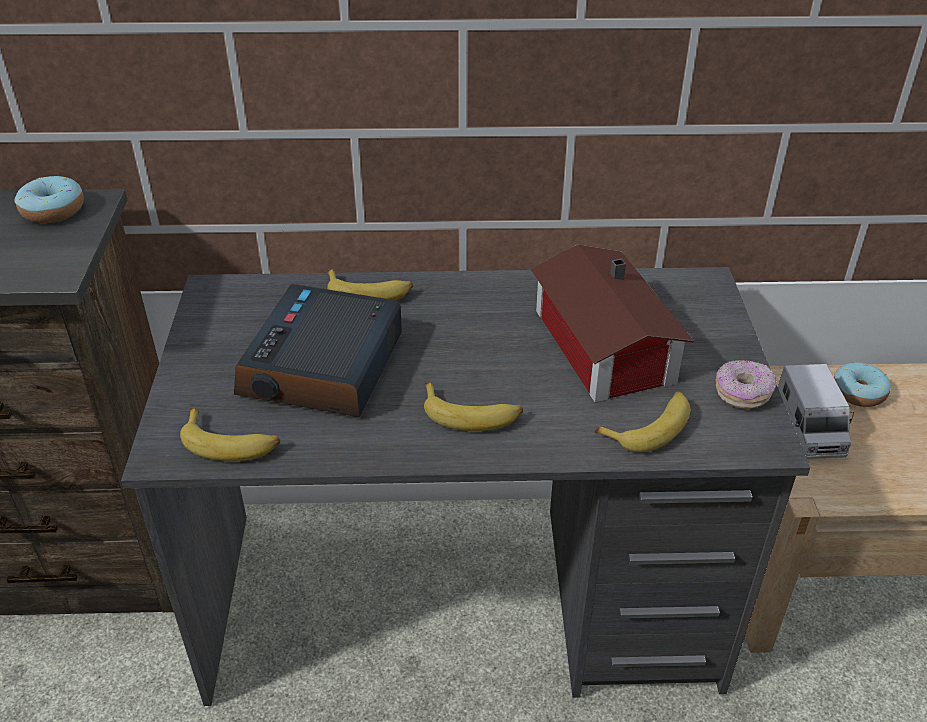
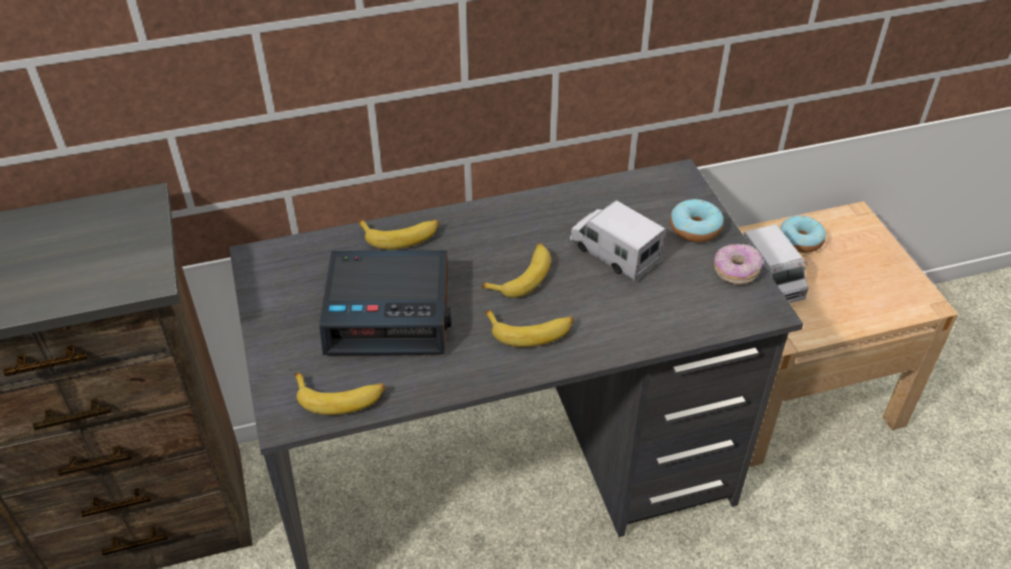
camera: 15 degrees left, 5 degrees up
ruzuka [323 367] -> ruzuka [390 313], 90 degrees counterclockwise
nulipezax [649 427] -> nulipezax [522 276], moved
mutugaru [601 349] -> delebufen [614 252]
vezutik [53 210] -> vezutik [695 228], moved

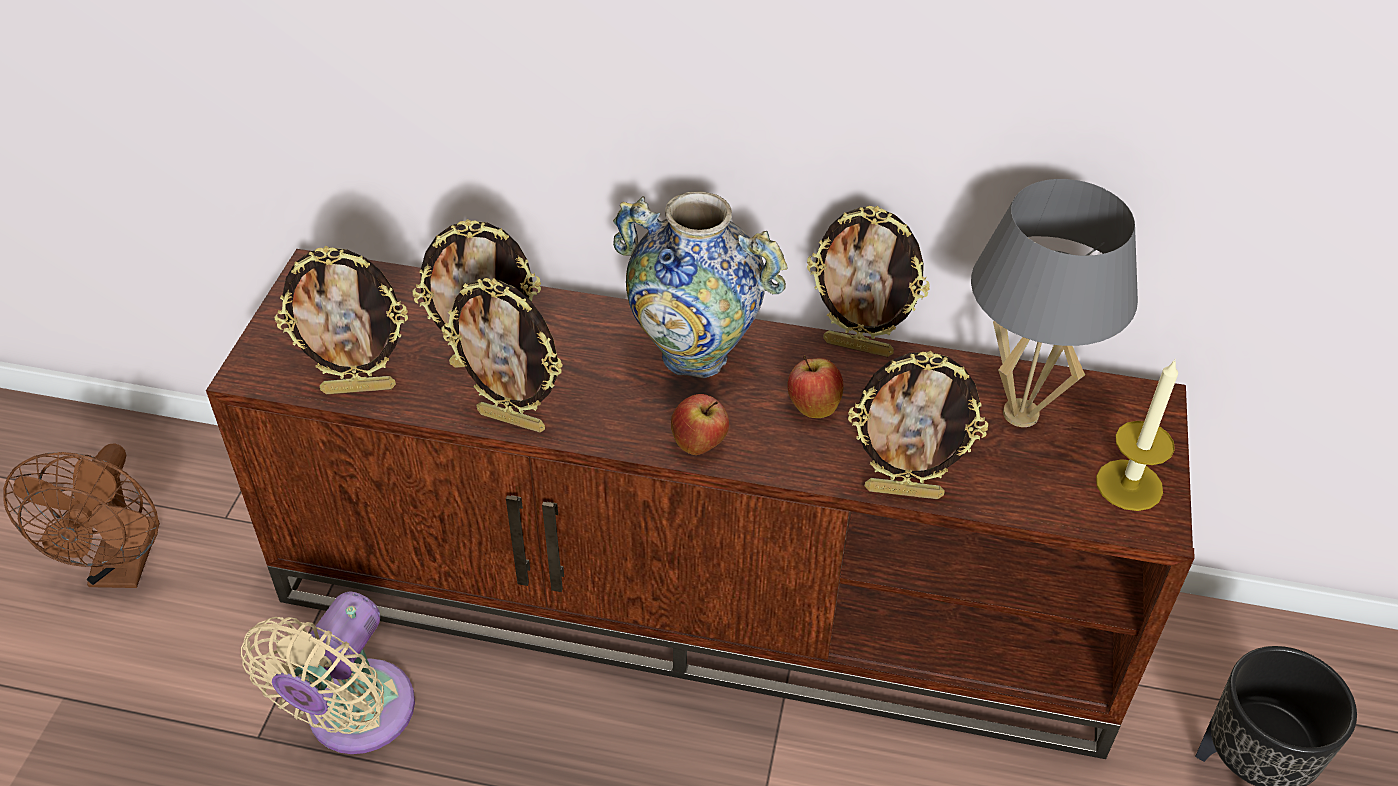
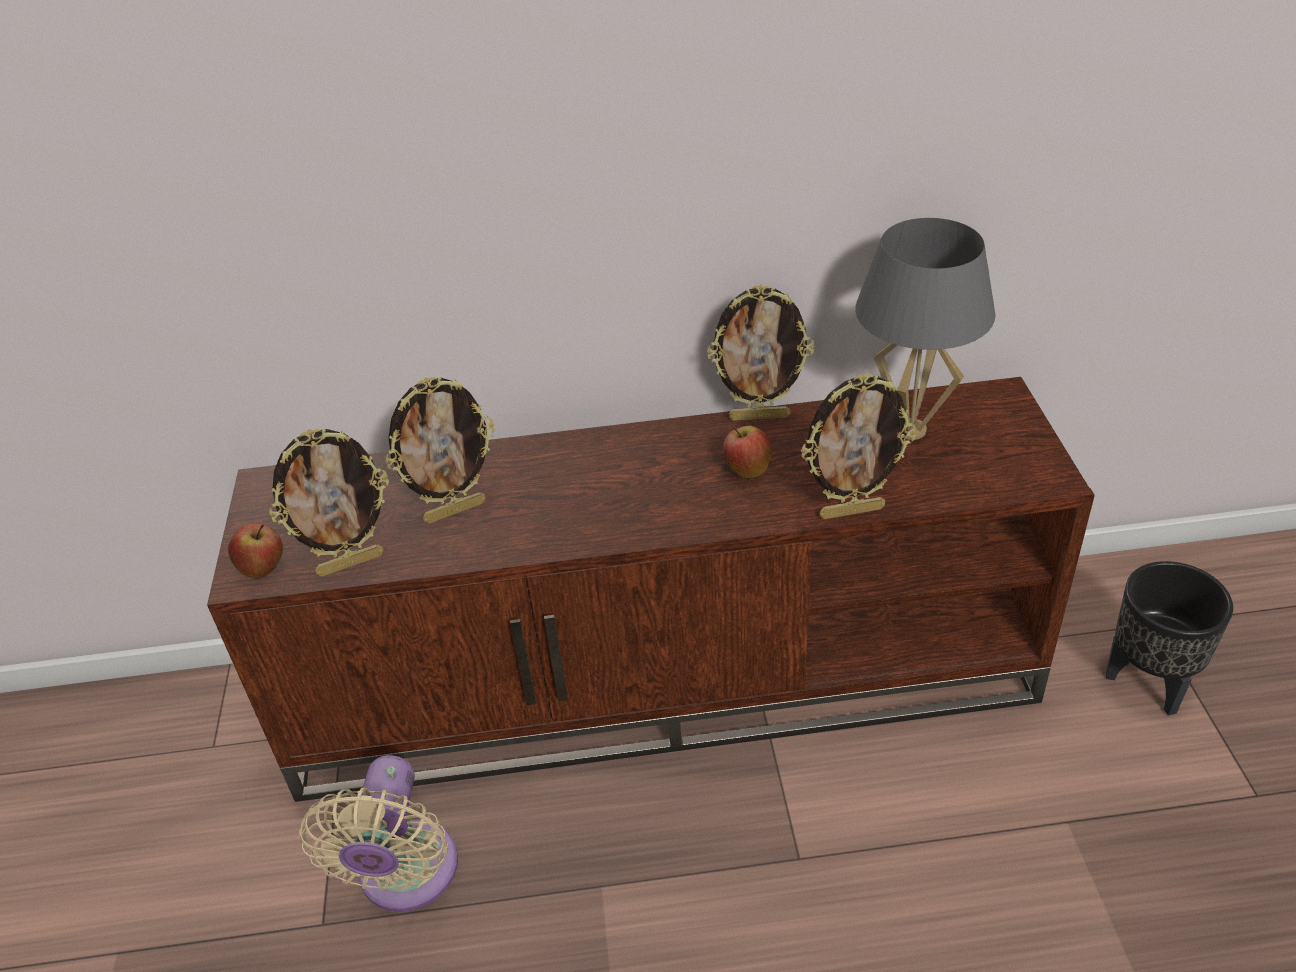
camera: 15 degrees left, 5 degrees down
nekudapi [700 444] -> nekudapi [264 569], moved
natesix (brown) [122 568] -> none
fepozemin [513 420] -> none
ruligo [695 355] -> none
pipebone [1129 485] -> none

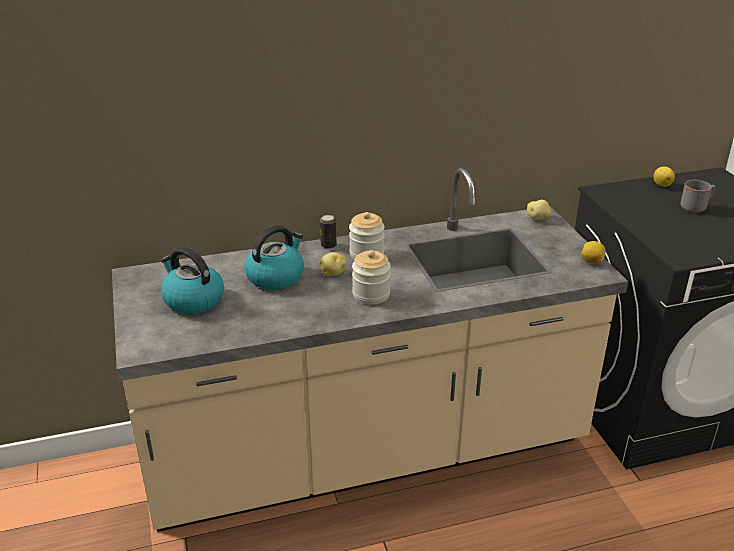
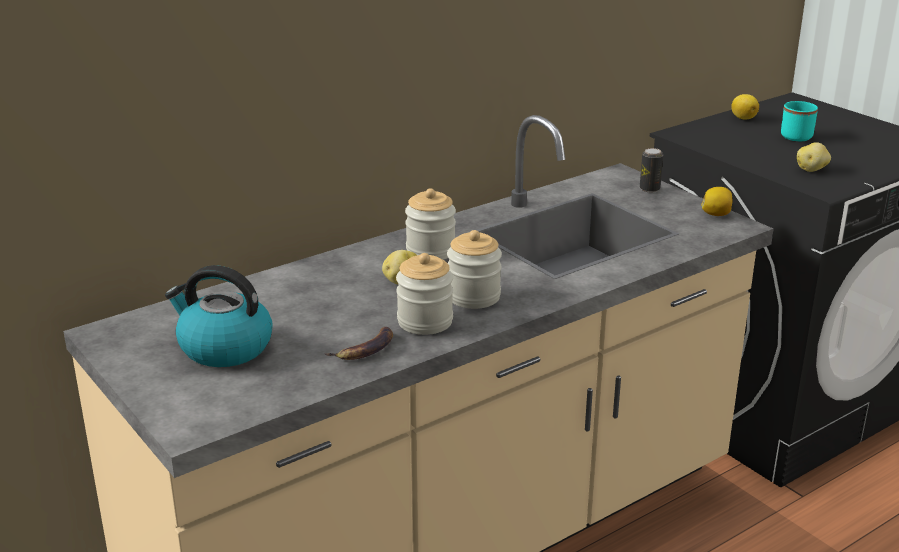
camera: 20 degrees left, 5 degrees down
none -> nulipezax [365 349]
none -> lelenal [425 322]
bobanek [328 245] -> bobanek [649 189], moved
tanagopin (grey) [696 207] -> tanagopin (turquoise) [799 135]
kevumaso [538 218] -> kevumaso [811 170], moved
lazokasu [275 276] -> none

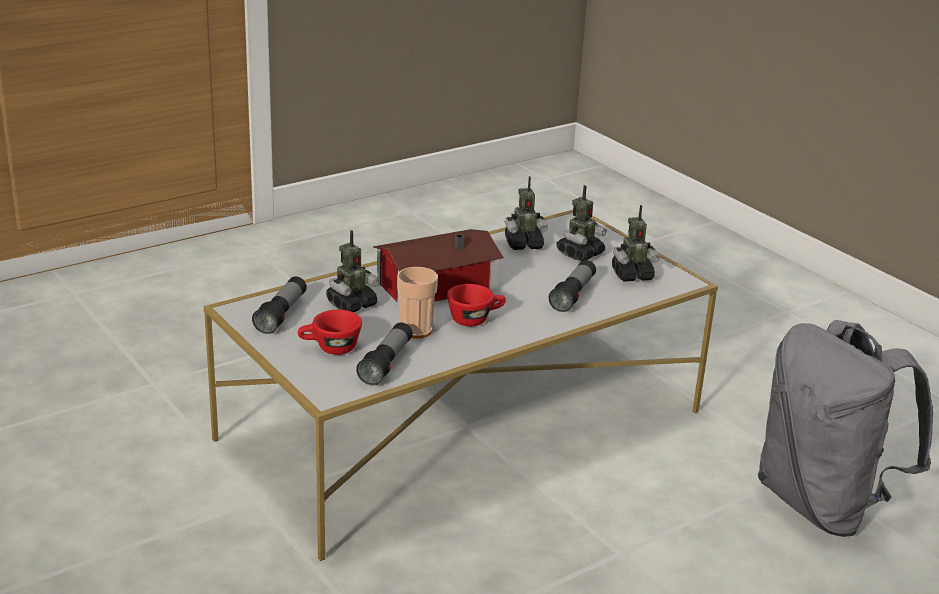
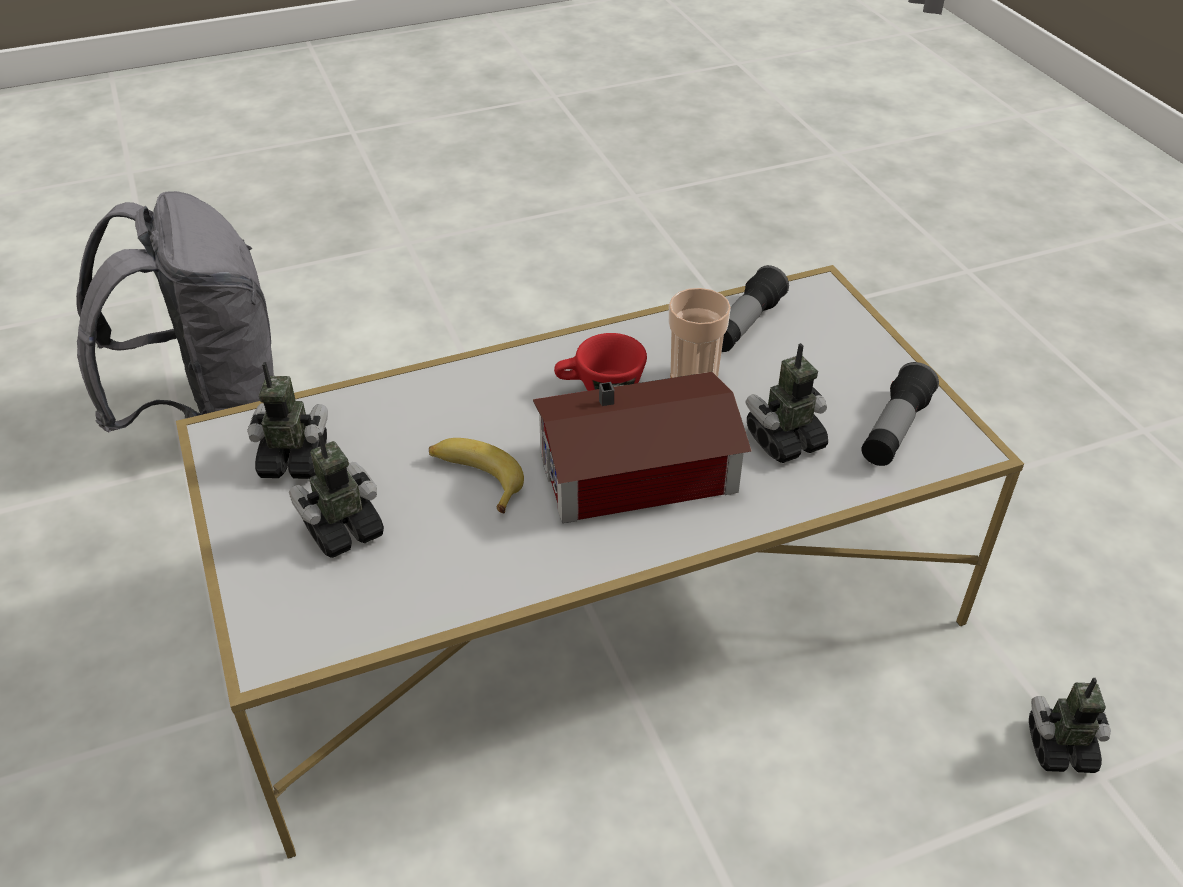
camera: 165 degrees left, 15 degrees up
none -> nulipezax [475 478]
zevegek [523 244] -> zevegek [1060 748], moved
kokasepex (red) [330 348] -> none
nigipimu [573 295] -> none

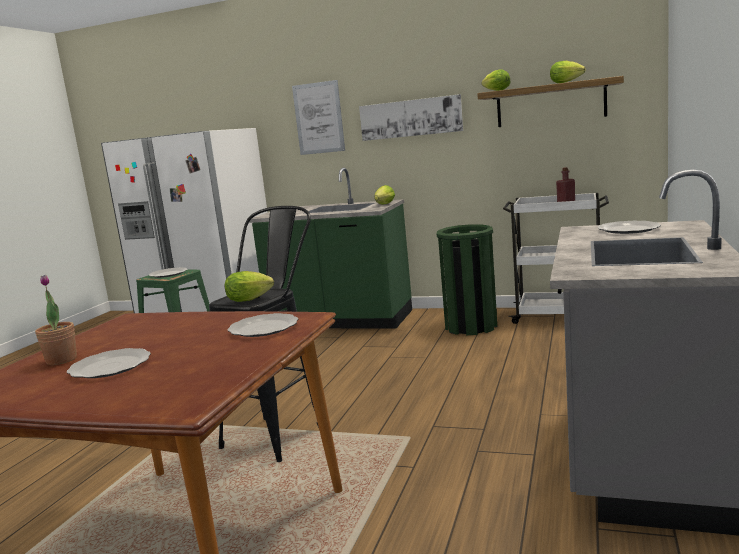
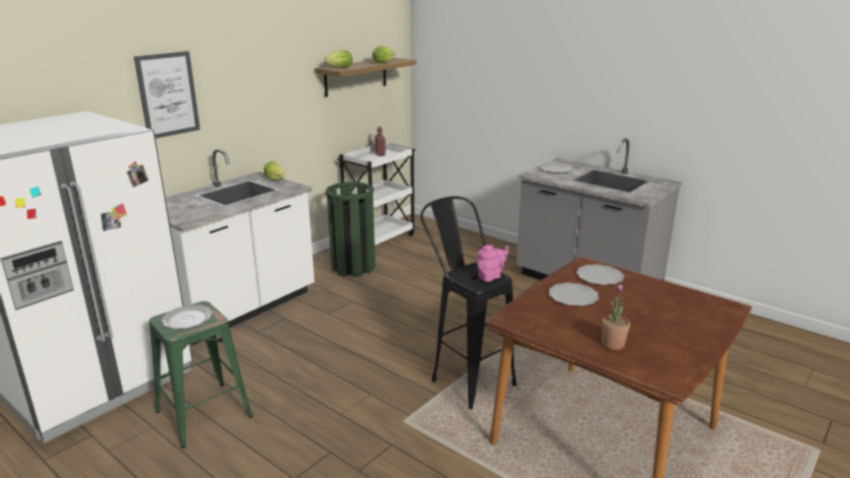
camera: 70 degrees left, 10 degrees up
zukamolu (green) [340 321] -> zukamolu (white) [240 309]
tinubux [251 299] -> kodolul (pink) [491 276]
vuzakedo [111 366] -> vuzakedo [572 296], moved
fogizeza [410 118] -> none

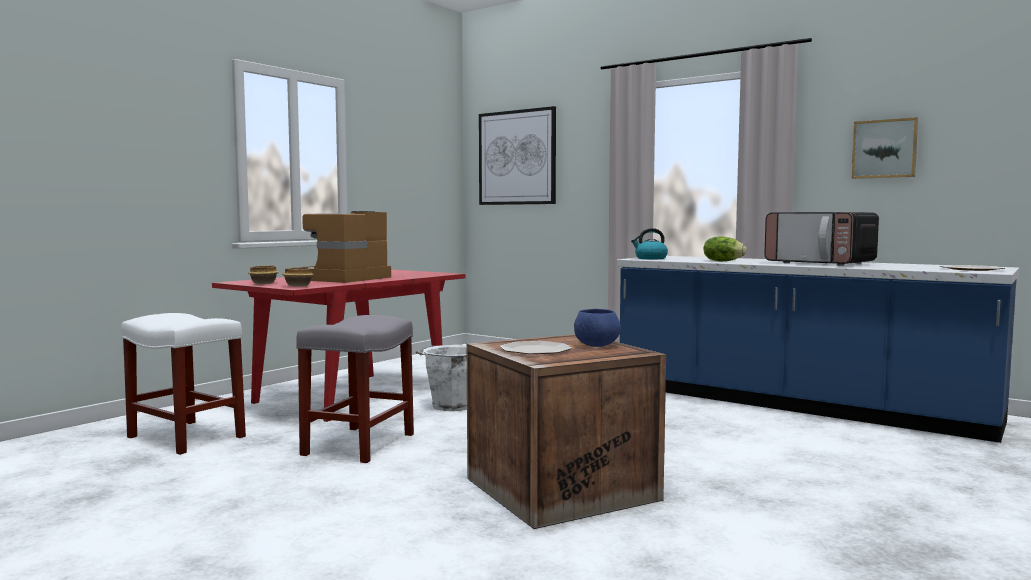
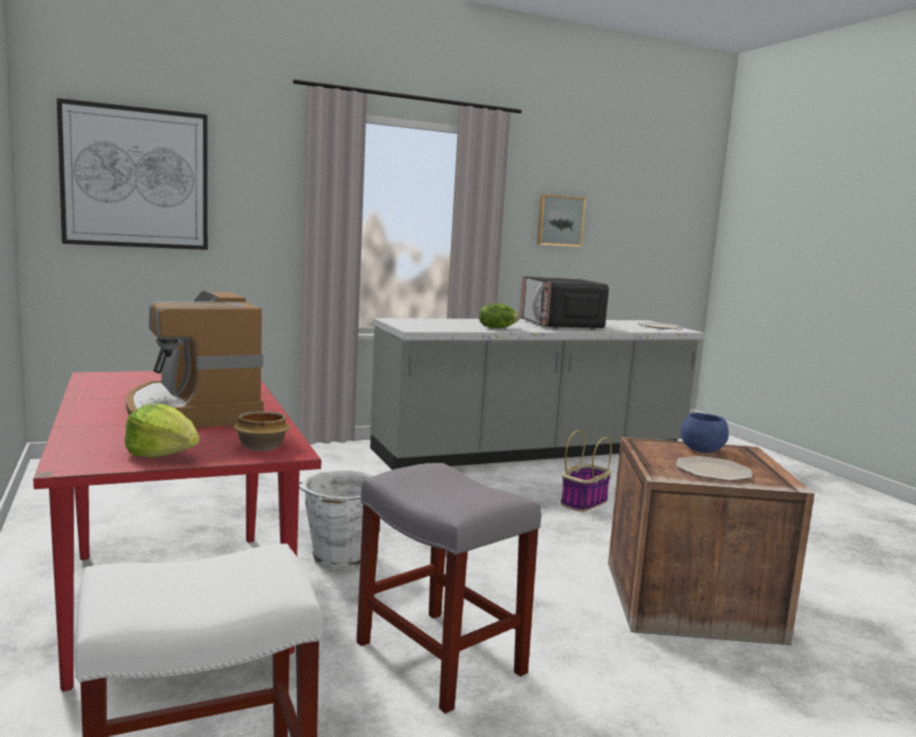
camera: 60 degrees left, 5 degrees up
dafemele [264 283] -> tinubux [163 454]
zukamolu (blue) [795 404] -> zukamolu (grey) [533 451]
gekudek [821 263] -> gekudek [560 325], 90 degrees clockwise
none -> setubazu [584 502]
lazokasu [650 258] -> none

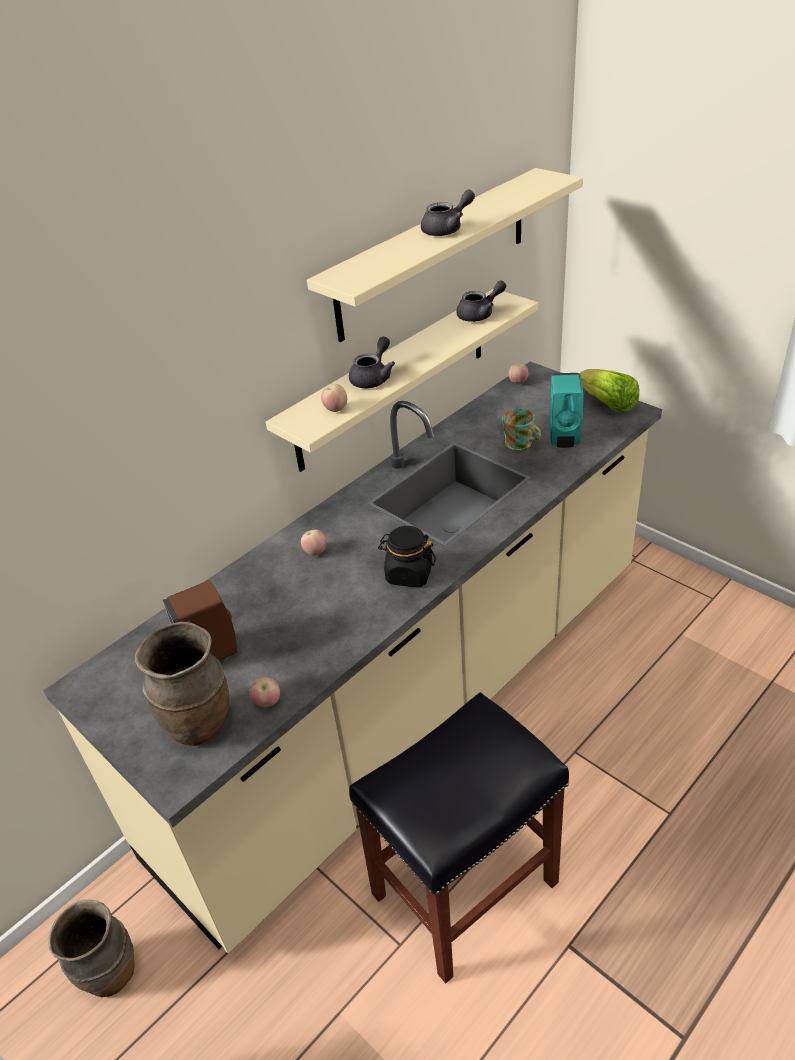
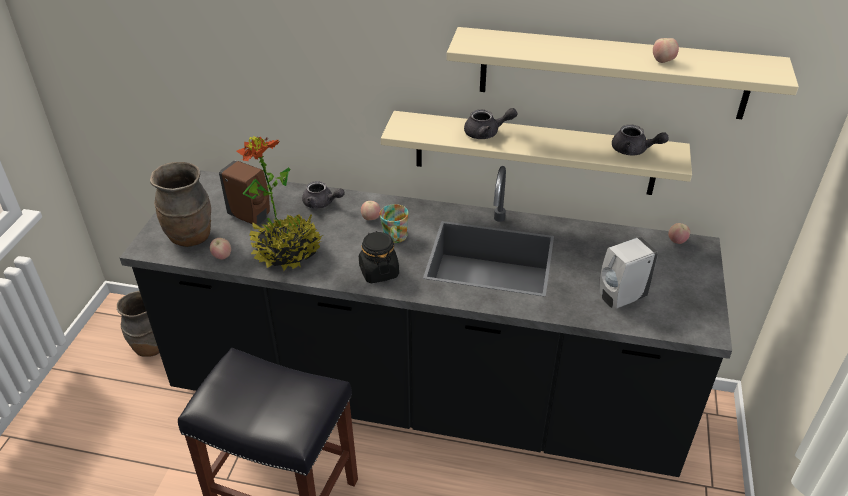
camera: 55 degrees right, 0 degrees up
zukamolu (beige) [415 705] -> zukamolu (black) [424 398]
none -> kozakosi [287 252]
kodolul (grey) [447 229] -> kodolul (grey) [322 203], moved
tanagopin [521 444] -> tanagopin [394 238], moved
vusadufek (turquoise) [564 438] -> vusadufek (white) [619 298]
nekudapi [336 409] -> nekudapi [663 61], moved
tinubux [608 405] -> none

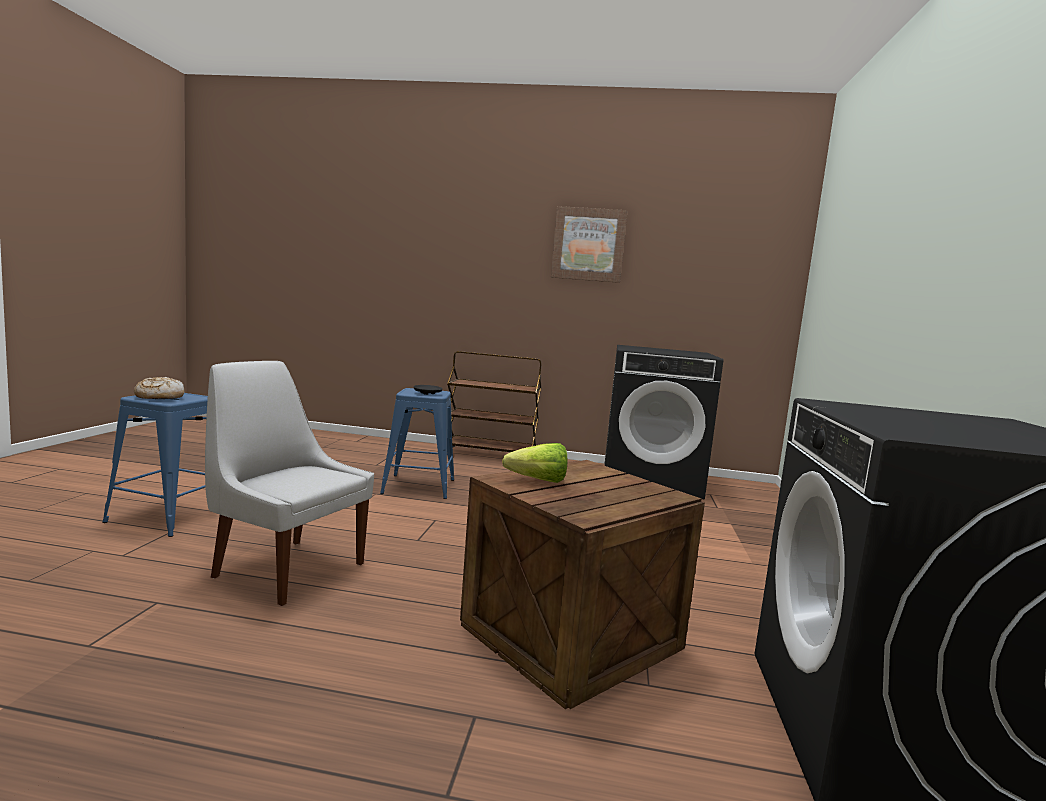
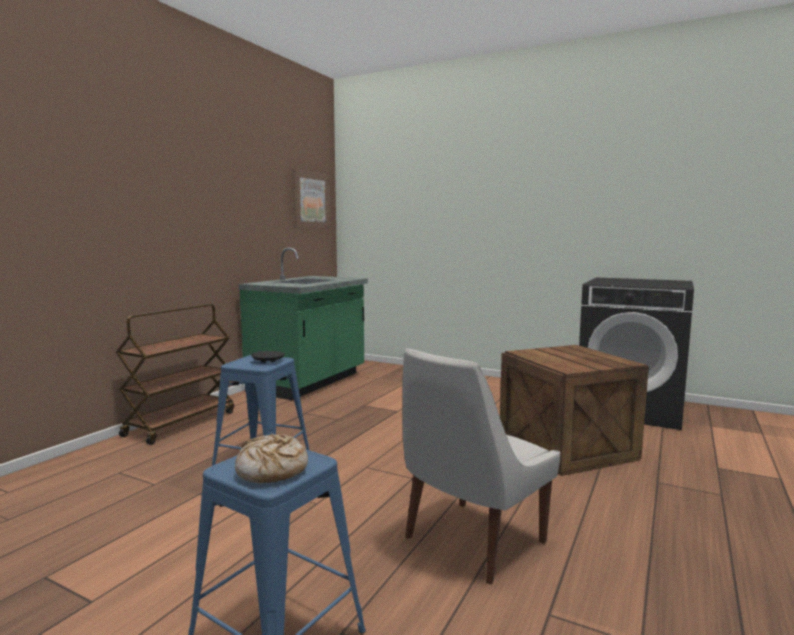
camera: 70 degrees left, 0 degrees up
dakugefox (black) [651 480] -> zukamolu (green) [309 382]
fogizeza [588 244] -> fogizeza [310 200], moved
tinubux [532 480] -> none

